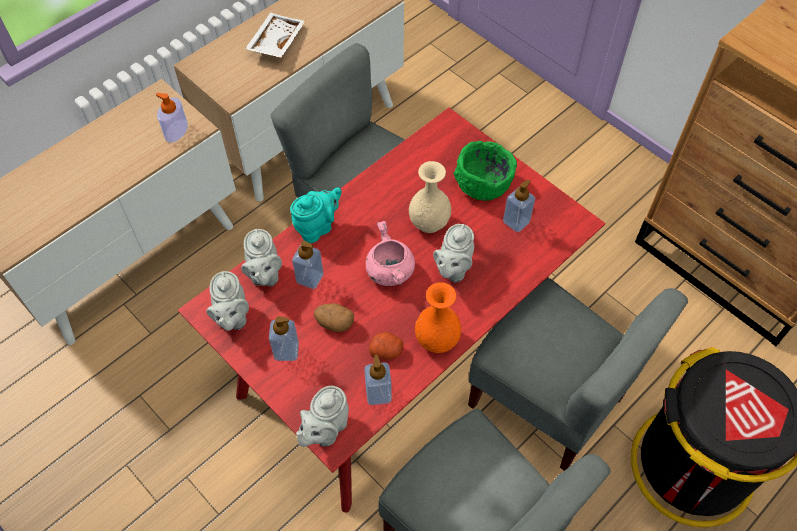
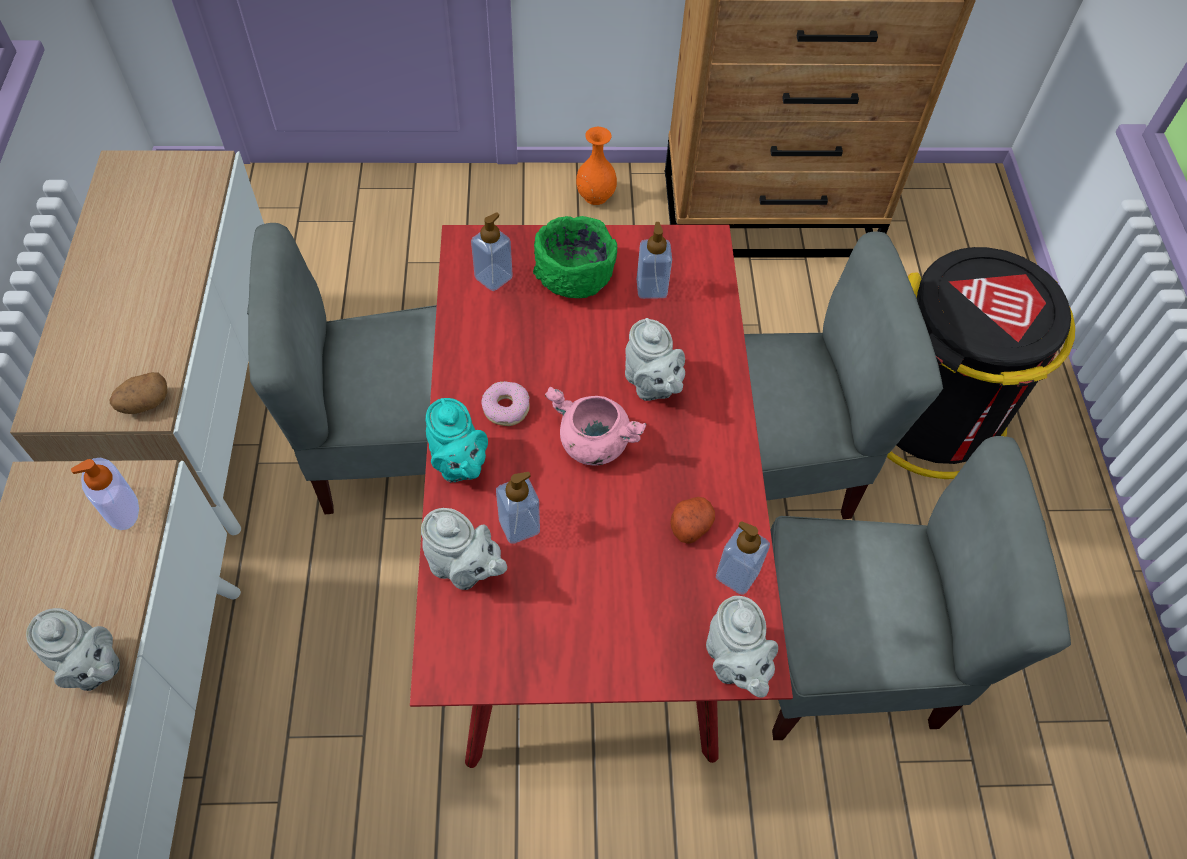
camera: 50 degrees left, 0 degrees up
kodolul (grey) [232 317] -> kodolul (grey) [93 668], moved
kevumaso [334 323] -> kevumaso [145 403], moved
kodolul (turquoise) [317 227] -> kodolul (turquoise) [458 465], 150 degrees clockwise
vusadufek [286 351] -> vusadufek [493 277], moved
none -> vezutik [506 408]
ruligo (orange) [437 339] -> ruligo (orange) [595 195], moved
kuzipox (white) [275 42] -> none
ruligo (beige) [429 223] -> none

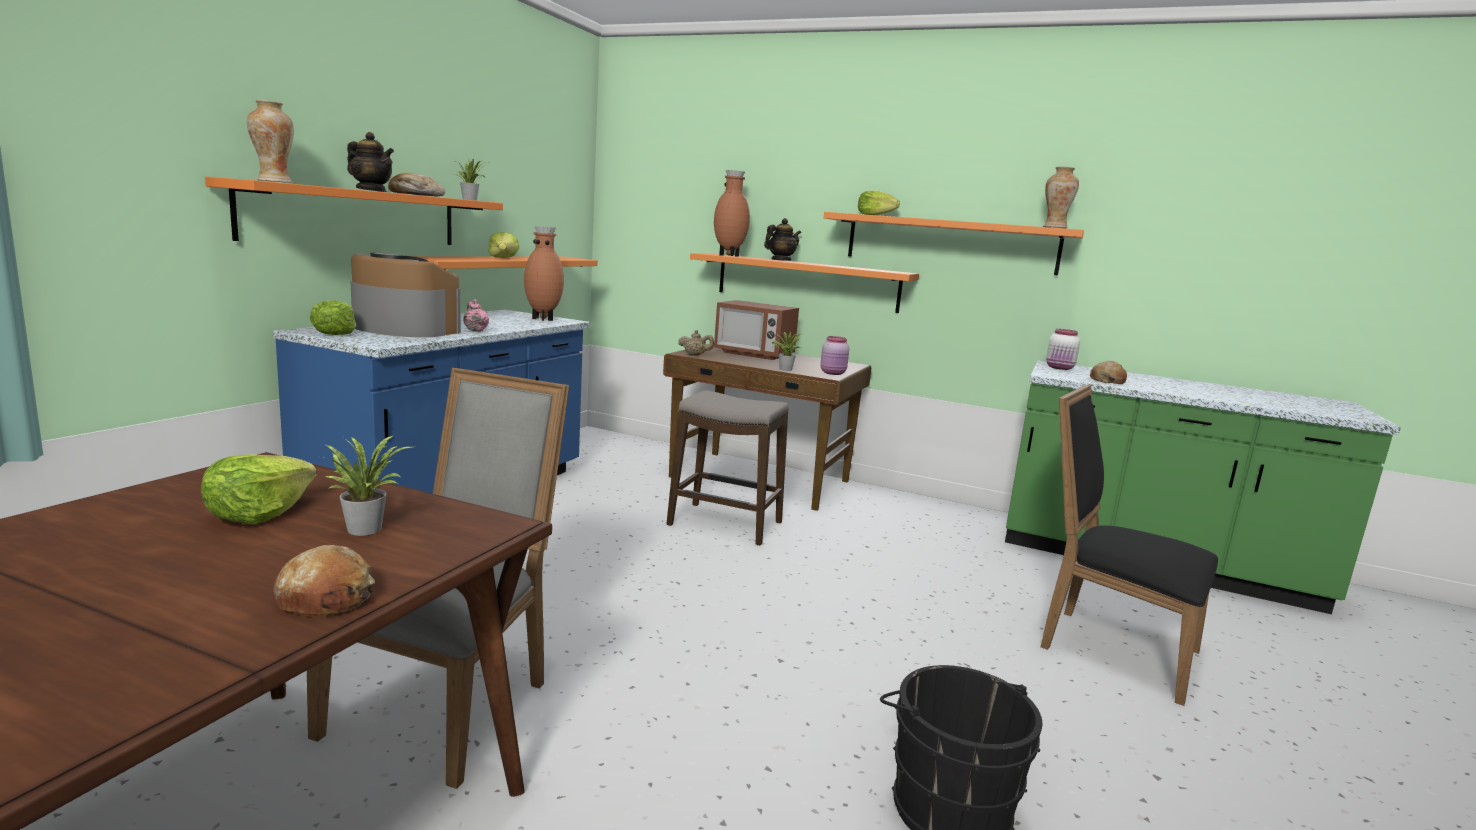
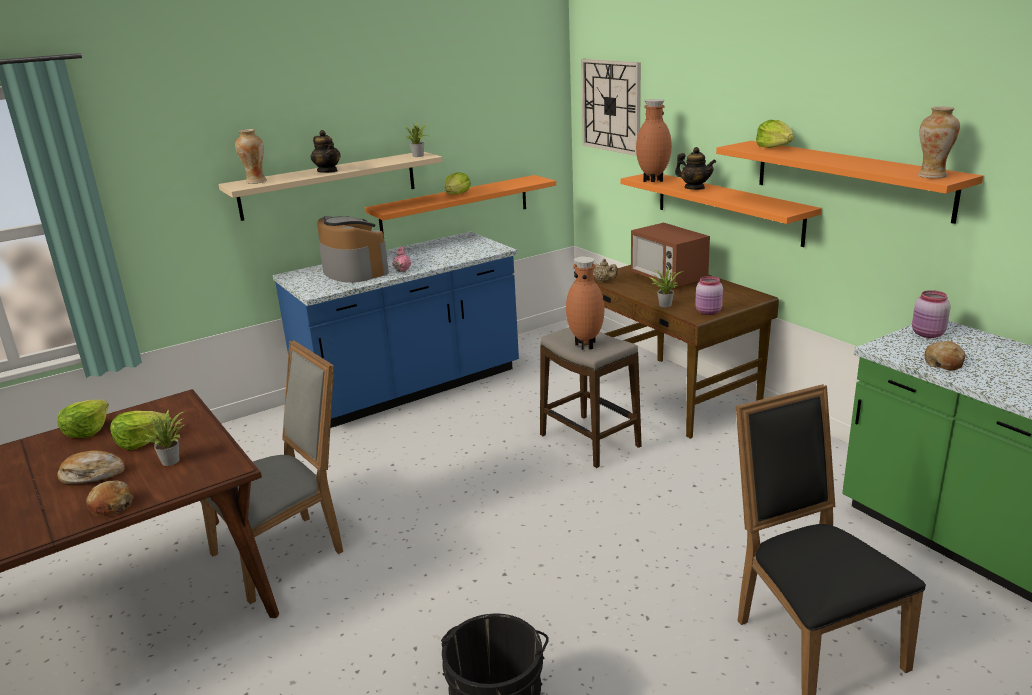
camera: 35 degrees right, 10 degrees up
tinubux [335 333] -> tinubux [87 431], moved
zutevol [415 194] -> zutevol [92 475], moved
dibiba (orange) [356 216] -> dibiba (beige) [329 185]
ruligo (brown) [544 319] -> ruligo (brown) [586 345], moved
none -> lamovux [611 106]
kodolul [780 260] -> kodolul [694 188], 45 degrees clockwise
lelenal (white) [1060 368] -> lelenal (pink) [928 334]

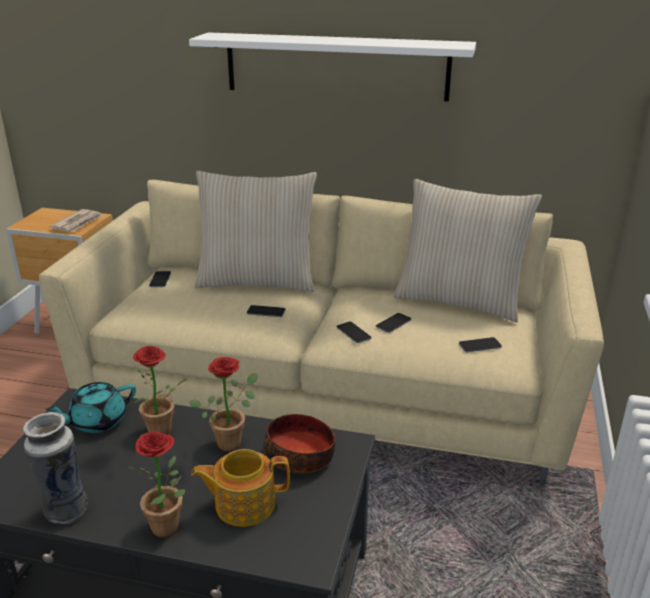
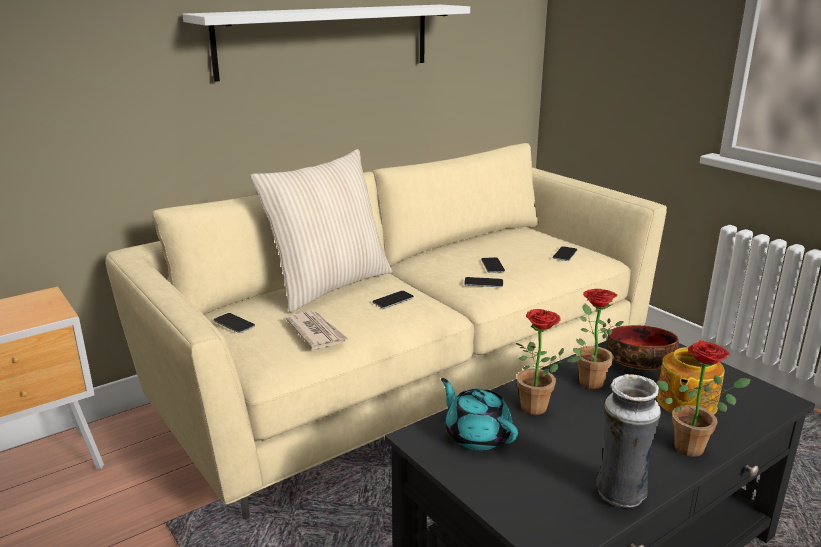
camera: 50 degrees left, 5 degrees down
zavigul [78 223] -> zavigul [316 332], moved
kodolul (turquoise) [97 421] -> kodolul (turquoise) [477 435], 135 degrees clockwise
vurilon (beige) [459 300] -> none

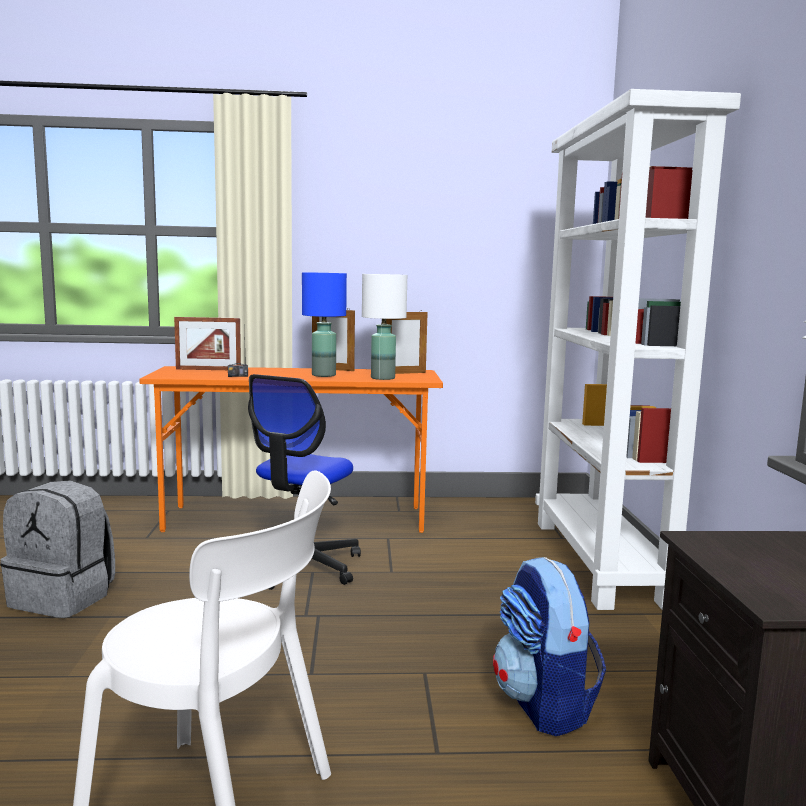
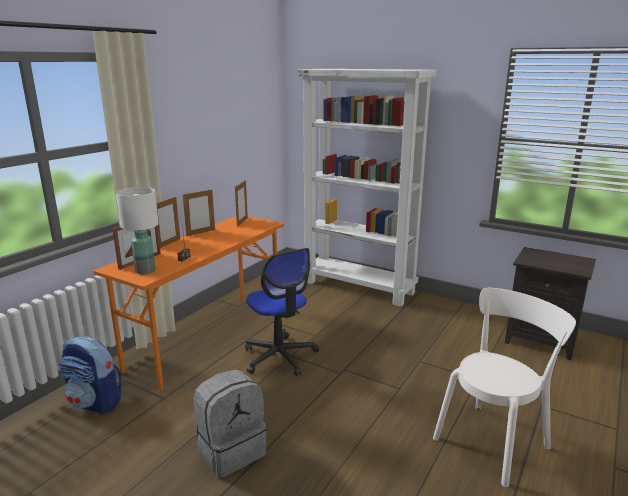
camera: 55 degrees left, 10 degrees up
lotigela [544 705] -> lotigela [95 403], moved
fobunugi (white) [383 378] -> fobunugi (white) [146 271], moved
none -> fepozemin [169 243]
fobunugi (blue) [324 375] -> none

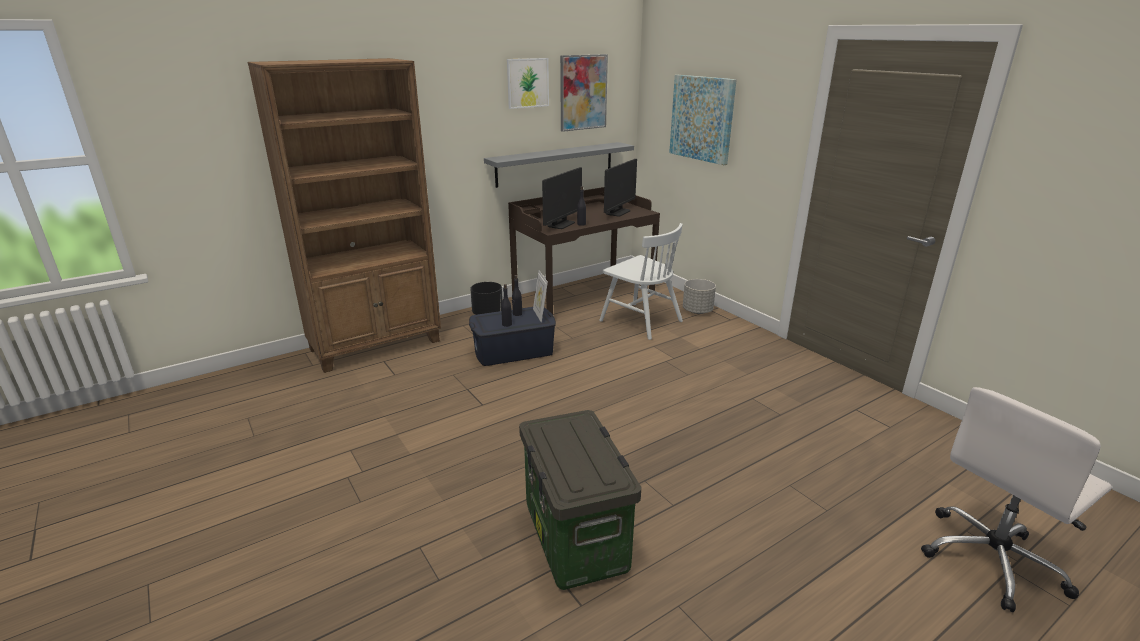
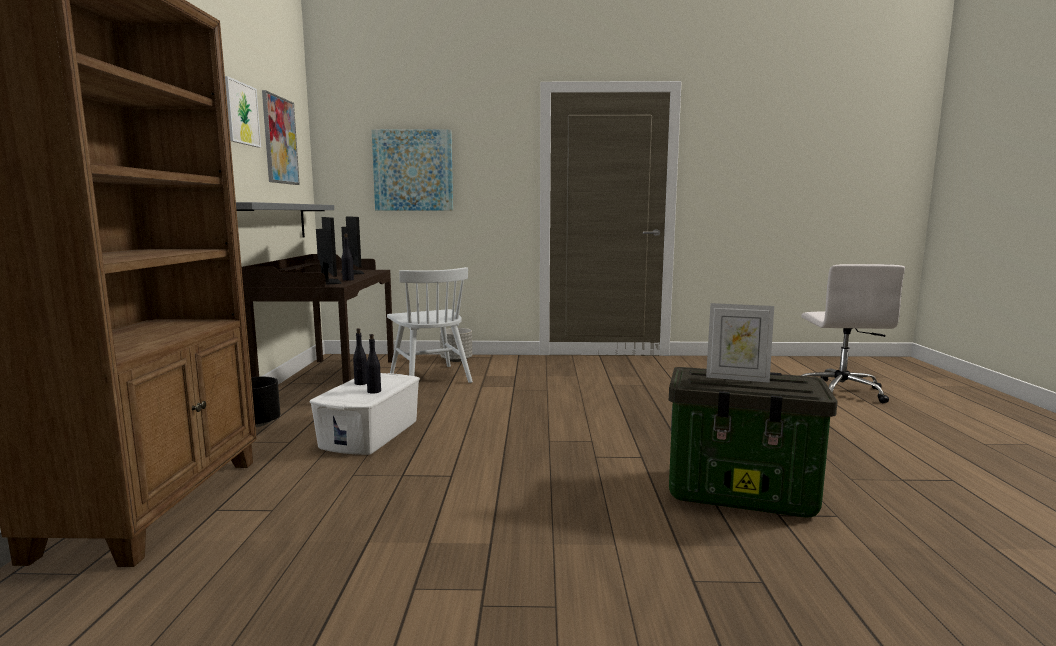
camera: 55 degrees left, 15 degrees down
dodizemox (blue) [514 351] -> dodizemox (white) [371 433]
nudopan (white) [640 321] -> nudopan (white) [430 377], 75 degrees clockwise
fepozemin [540 315] -> fepozemin [737 378], moved

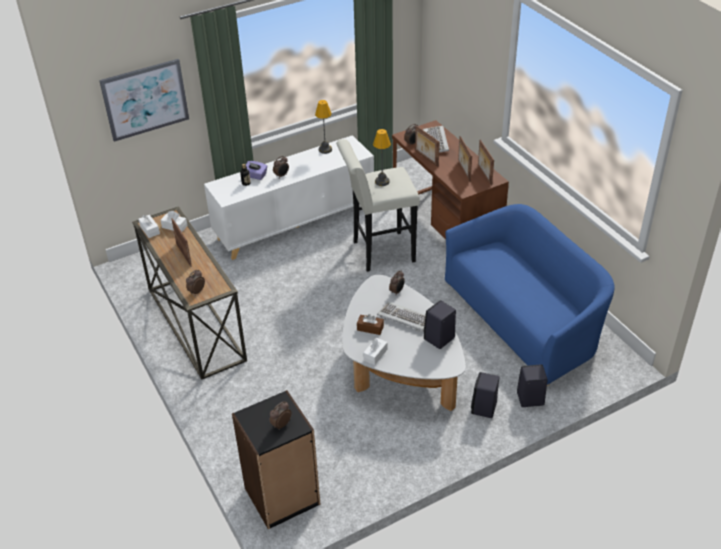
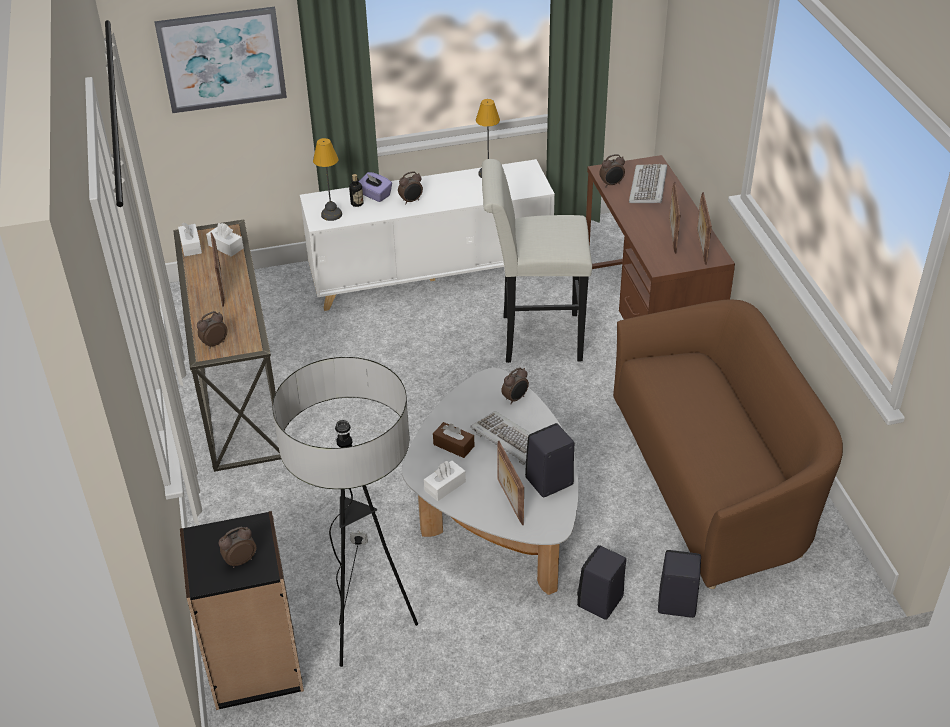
camera: 15 degrees right, 0 degrees up
none -> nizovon [366 627]
fobunugi [382 182] -> fobunugi [332 215], moved
fepozemin [426 158] -> fepozemin [509 501], moved
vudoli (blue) [524 319] -> vudoli (brown) [715 478]

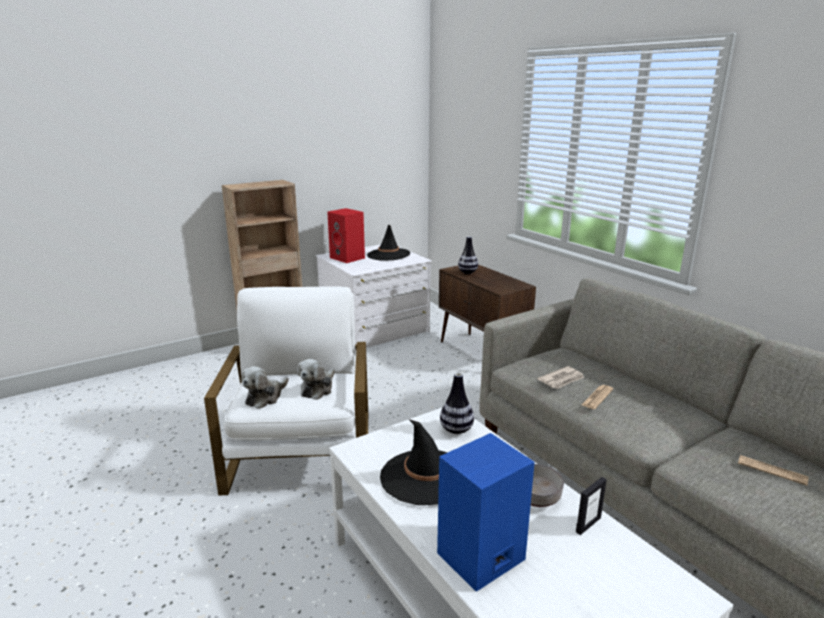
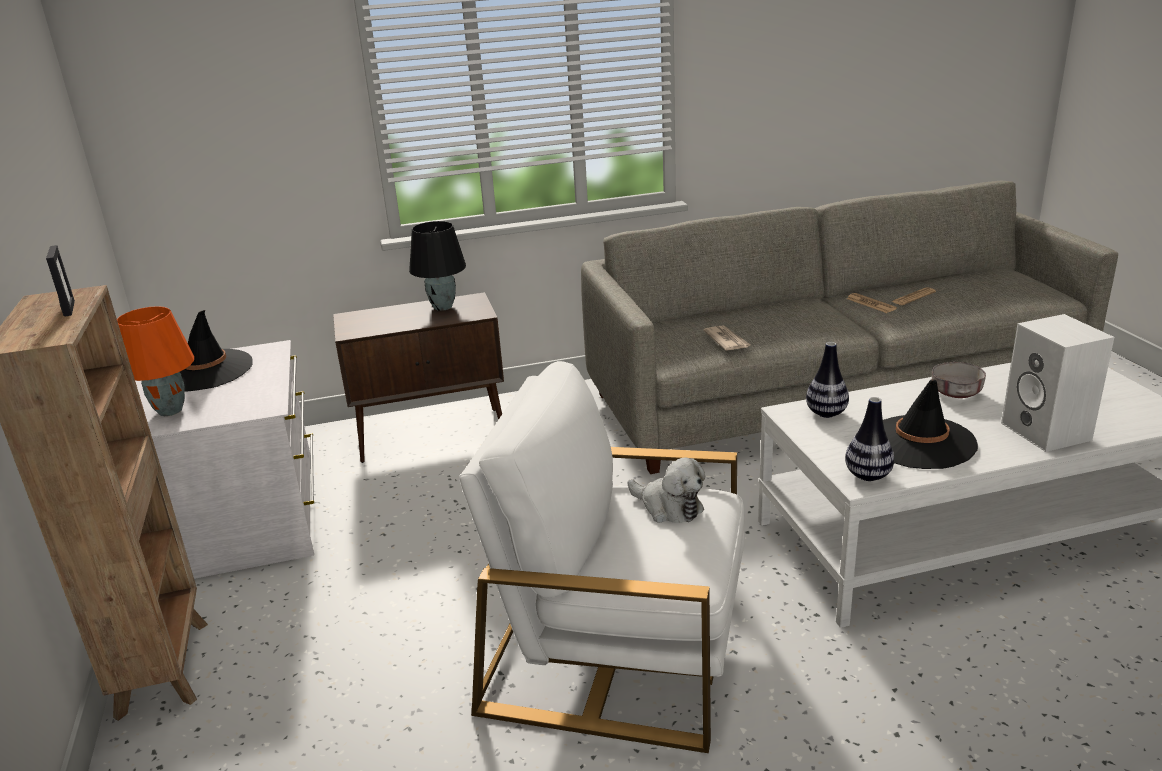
camera: 70 degrees left, 5 degrees up
fepozemin [588 524] -> fepozemin [69 308], moved
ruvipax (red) [348 258] -> fobunugi (orange) [171 410]
none -> fobunugi (black) [442 307]
ruligo [467 272] -> ruligo [868 476], moved
zavigul [597 397] -> zavigul [871 304], moved
ruvipax (blue) [480 558] -> ruvipax (white) [1048 432]
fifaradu [265 397] -> none

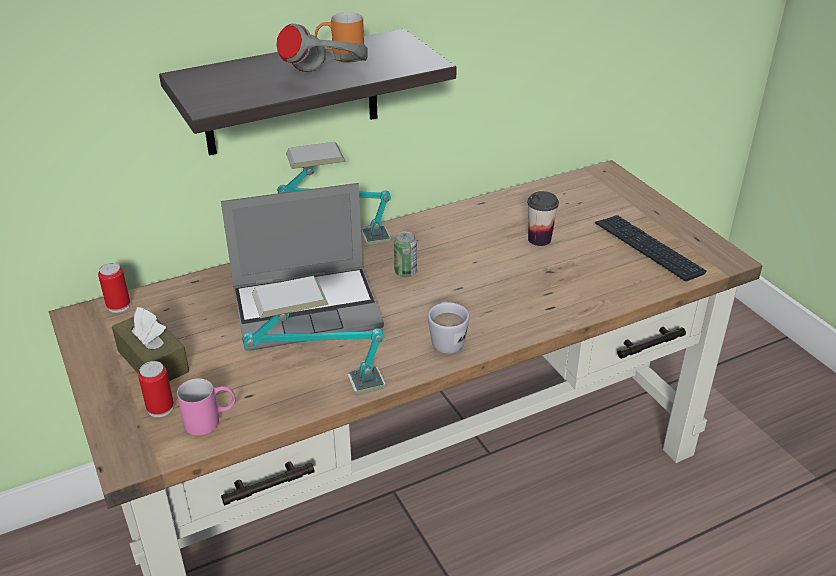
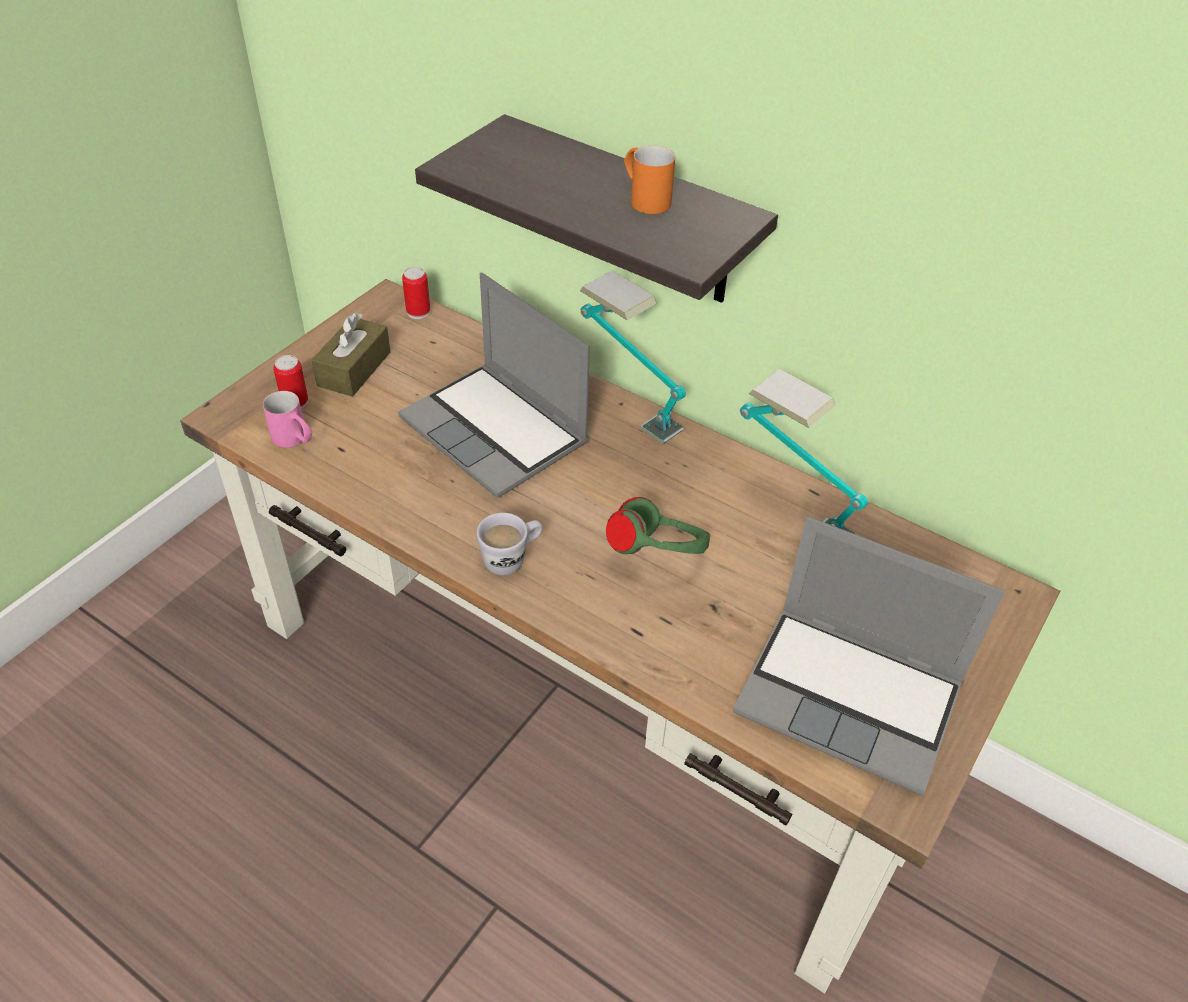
camera: 60 degrees right, 10 degrees up
none -> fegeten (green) [657 555]
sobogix [648 249] -> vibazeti [851 698]
fobunugi [320 393] -> fobunugi [788 511], moved
fegeten (grey) [326 79] -> none
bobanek [405 272] -> none
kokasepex [539 239] -> none

